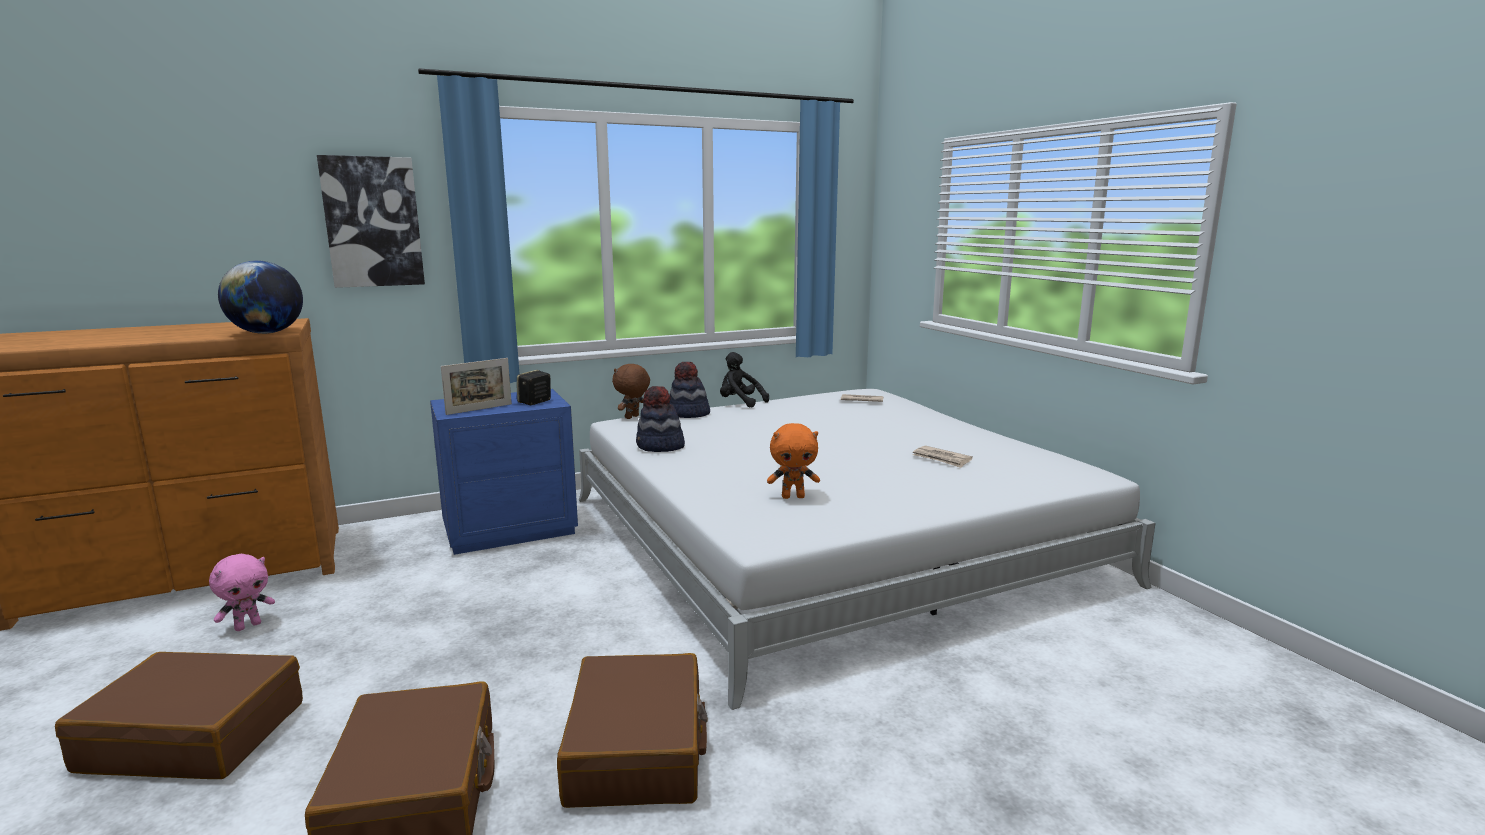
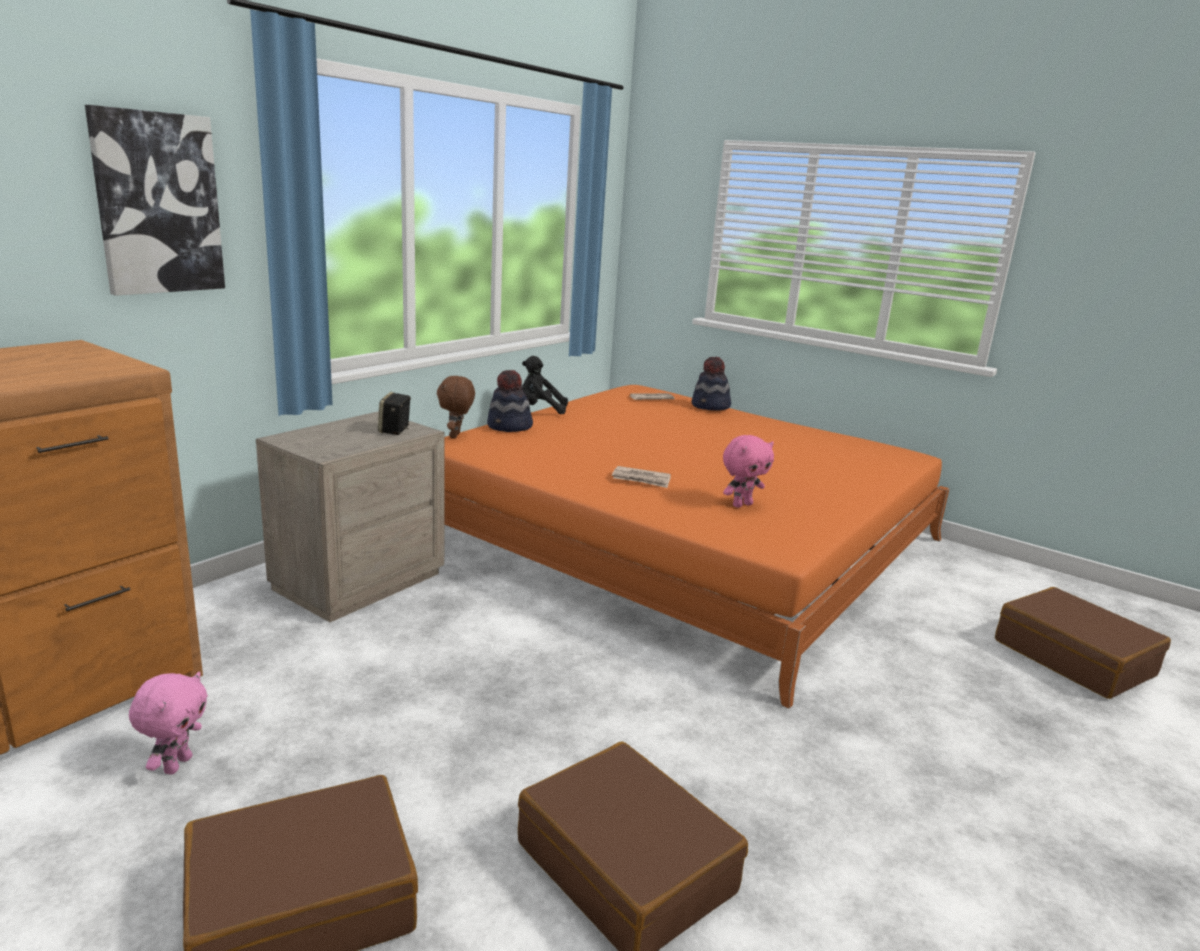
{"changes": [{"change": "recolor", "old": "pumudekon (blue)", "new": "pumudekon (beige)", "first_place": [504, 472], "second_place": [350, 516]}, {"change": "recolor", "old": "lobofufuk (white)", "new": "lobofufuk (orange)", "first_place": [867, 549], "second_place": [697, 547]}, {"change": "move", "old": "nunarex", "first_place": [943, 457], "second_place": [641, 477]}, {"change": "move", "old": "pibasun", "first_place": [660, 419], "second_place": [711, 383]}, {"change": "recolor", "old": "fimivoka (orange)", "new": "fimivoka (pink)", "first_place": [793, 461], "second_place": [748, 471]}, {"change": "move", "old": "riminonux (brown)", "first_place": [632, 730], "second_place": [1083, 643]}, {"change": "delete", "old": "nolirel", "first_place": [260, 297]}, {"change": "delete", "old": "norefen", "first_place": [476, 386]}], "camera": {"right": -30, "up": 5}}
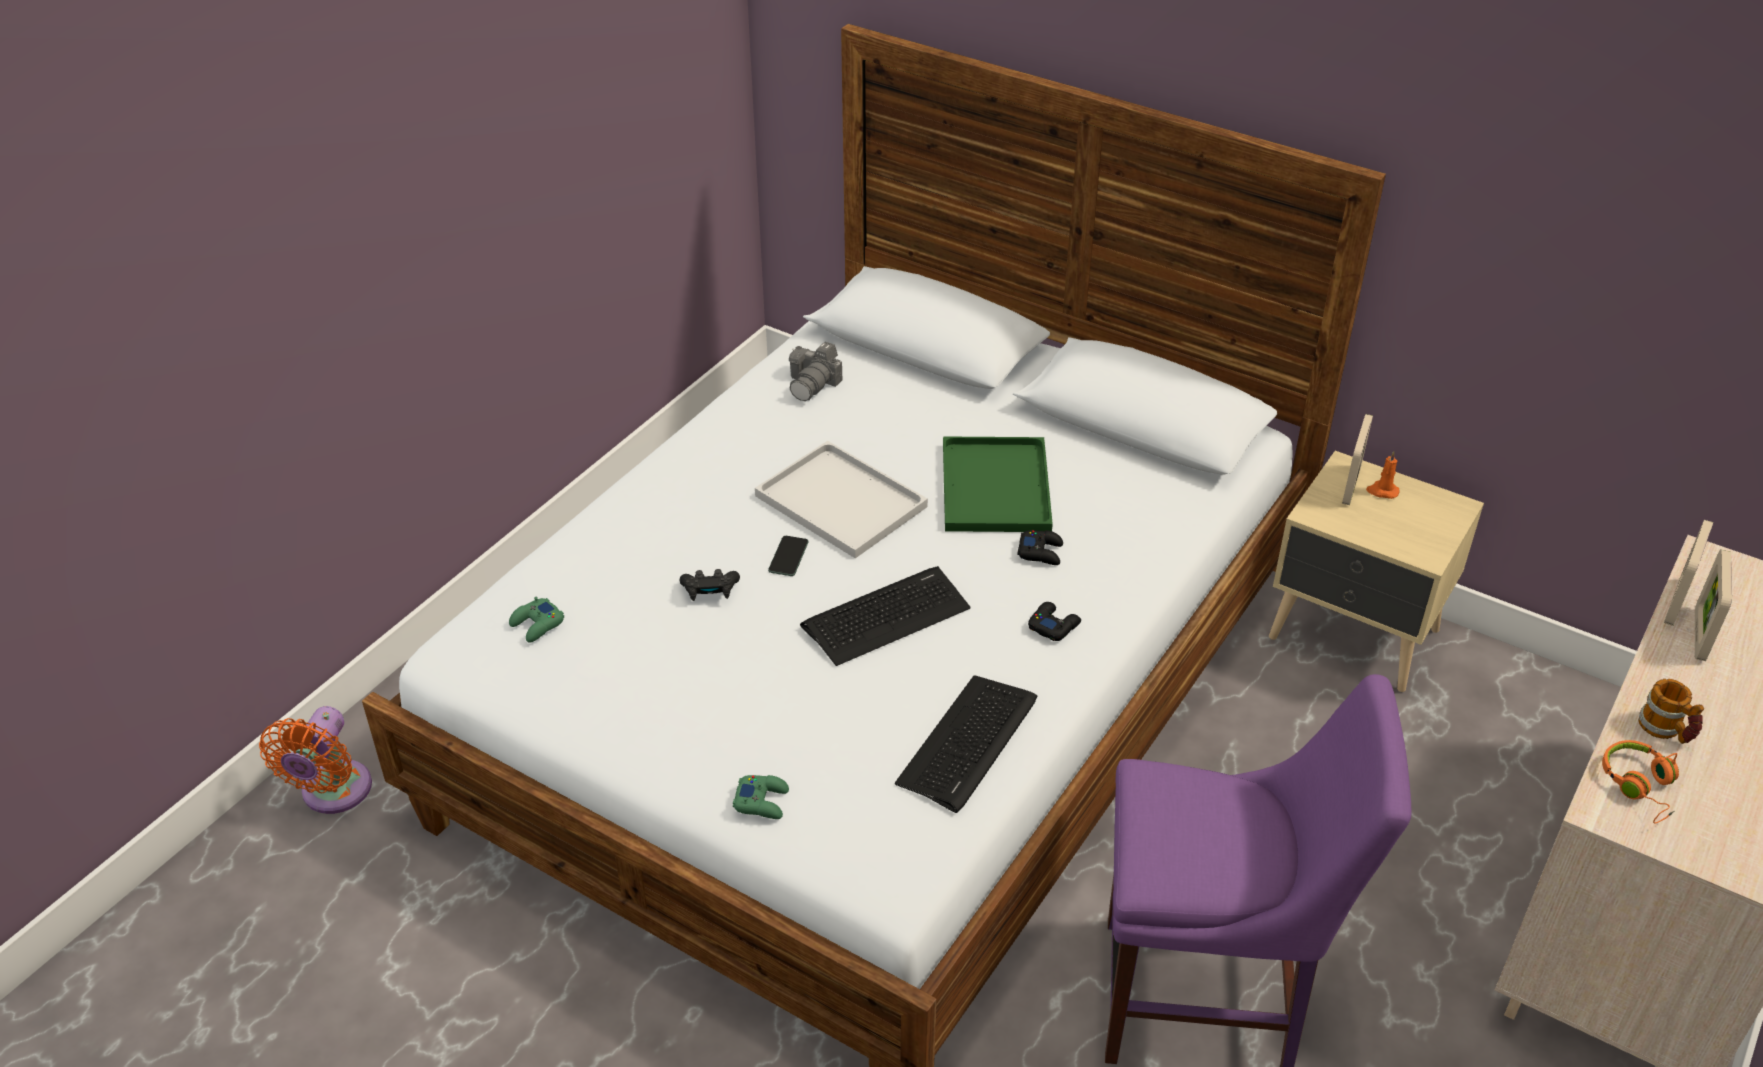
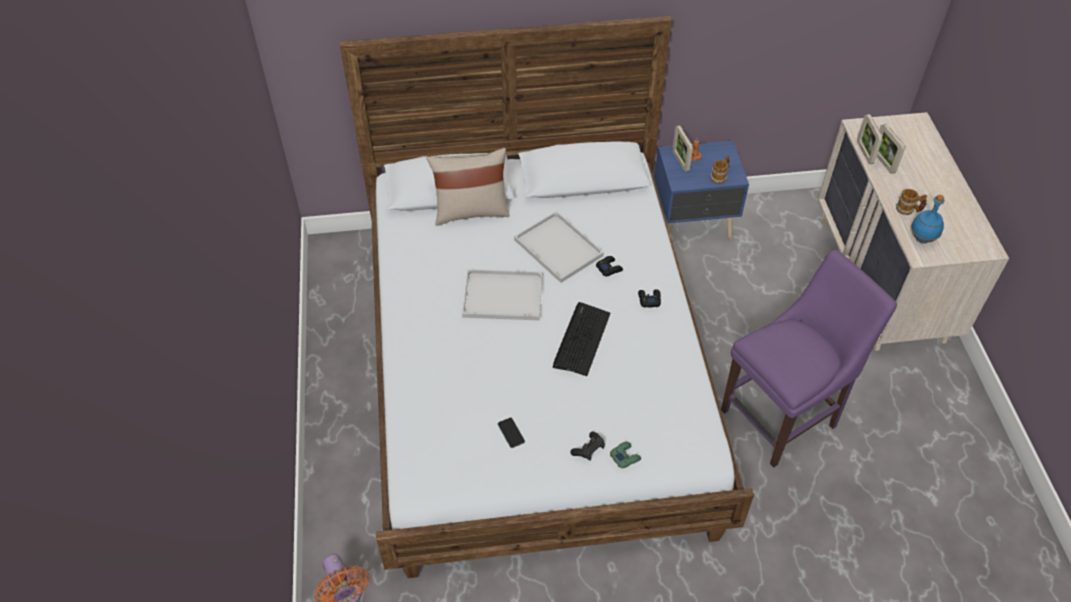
{"changes": [{"change": "insert", "new": "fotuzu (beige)", "second_place": [468, 187]}, {"change": "move", "old": "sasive", "first_place": [788, 556], "second_place": [511, 433]}, {"change": "recolor", "old": "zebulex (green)", "new": "zebulex (white)", "first_place": [998, 484], "second_place": [559, 247]}, {"change": "move", "old": "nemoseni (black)", "first_place": [709, 585], "second_place": [587, 446]}, {"change": "recolor", "old": "pumudekon (beige)", "new": "pumudekon (blue)", "first_place": [1376, 571], "second_place": [701, 190]}, {"change": "insert", "new": "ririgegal", "second_place": [719, 169]}, {"change": "replace", "old": "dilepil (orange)", "new": "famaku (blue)", "first_place": [1640, 782], "second_place": [928, 219]}, {"change": "delete", "old": "nemoseni (green)", "first_place": [536, 620]}, {"change": "delete", "old": "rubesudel", "first_place": [815, 371]}, {"change": "delete", "old": "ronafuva", "first_place": [966, 744]}], "camera": {"right": -40, "up": 10}}
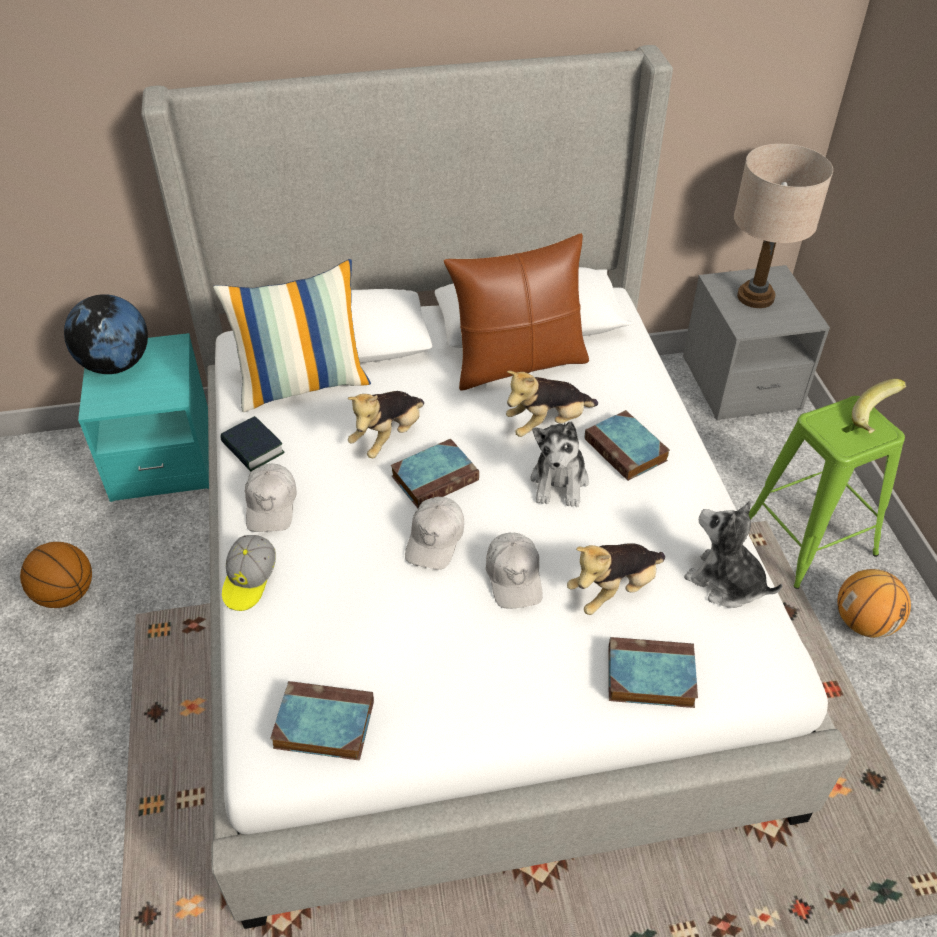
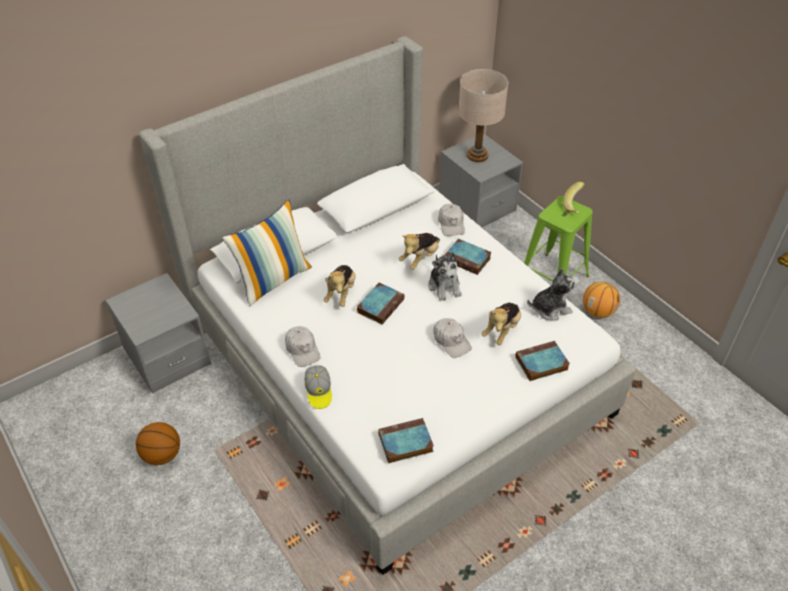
{"changes": [{"change": "recolor", "old": "pumudekon (turquoise)", "new": "pumudekon (grey)", "first_place": [143, 417], "second_place": [158, 333]}, {"change": "move", "old": "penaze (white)", "first_place": [434, 533], "second_place": [451, 220]}, {"change": "rotate", "old": "fimivoka", "first_place": [733, 554], "second_place": [553, 294], "degrees": 150}, {"change": "delete", "old": "nolirel", "first_place": [106, 334]}, {"change": "delete", "old": "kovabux", "first_place": [252, 443]}, {"change": "delete", "old": "fotuzu (brown)", "first_place": [516, 312]}], "camera": {"right": -25, "up": 0}}
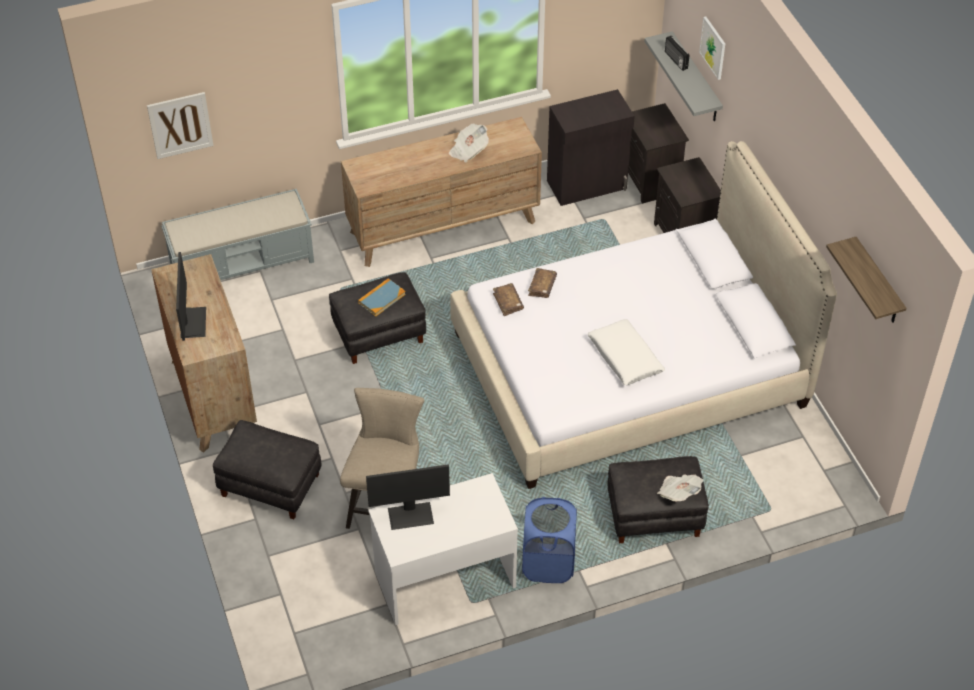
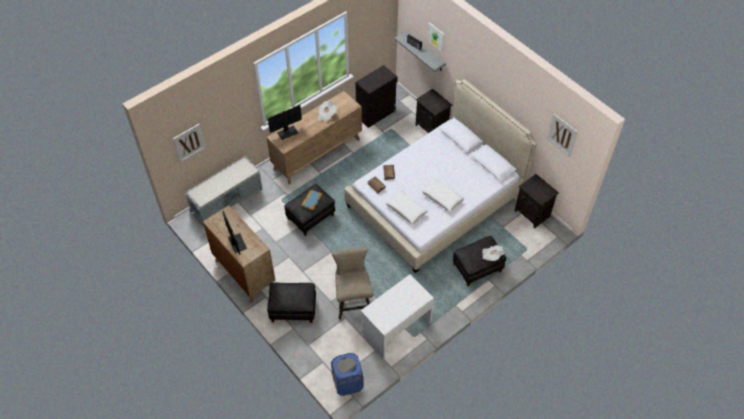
{"changes": [{"change": "move", "old": "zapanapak", "first_place": [408, 497], "second_place": [285, 122]}, {"change": "move", "old": "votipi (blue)", "first_place": [549, 540], "second_place": [347, 374]}, {"change": "insert", "new": "fotuzu (white)", "second_place": [406, 207]}, {"change": "move", "old": "pumudekon (black)", "first_place": [658, 153], "second_place": [536, 201]}, {"change": "replace", "old": "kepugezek", "new": "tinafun", "first_place": [866, 280], "second_place": [562, 135]}], "camera": {"right": -20, "up": 5}}
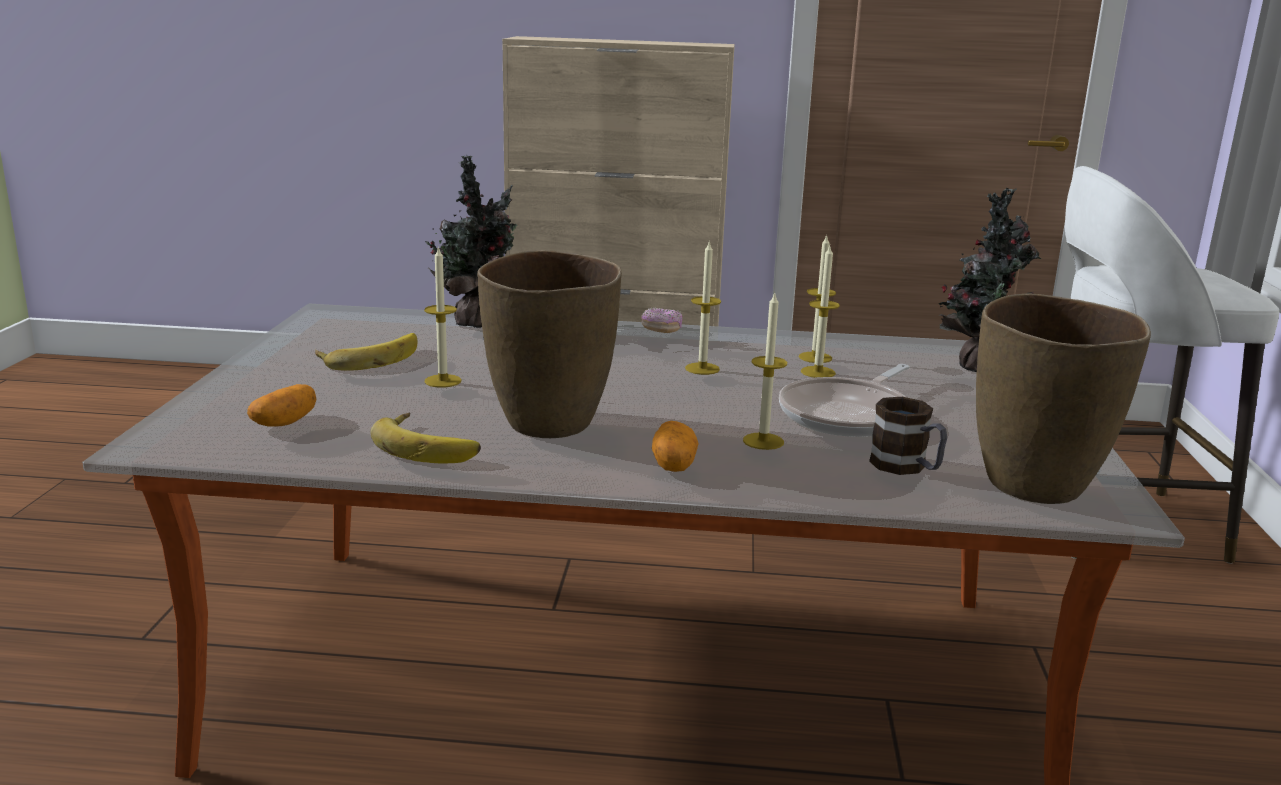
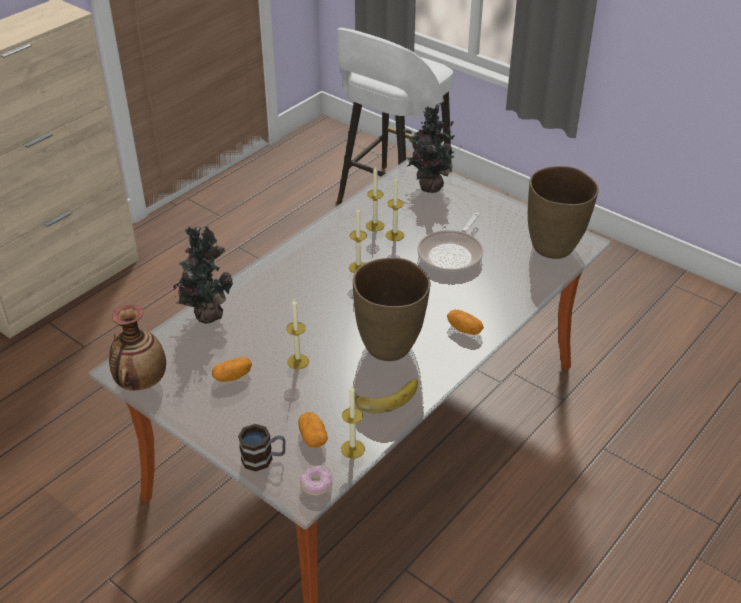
{"changes": [{"change": "insert", "new": "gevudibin", "second_place": [137, 347]}, {"change": "replace", "old": "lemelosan", "new": "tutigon", "first_place": [366, 352], "second_place": [232, 369]}, {"change": "move", "old": "ririgegal", "first_place": [908, 436], "second_place": [261, 447]}, {"change": "move", "old": "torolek", "first_place": [661, 320], "second_place": [316, 480]}, {"change": "move", "old": "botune", "first_place": [765, 371], "second_place": [353, 422]}, {"change": "rotate", "old": "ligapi", "first_place": [844, 400], "second_place": [450, 243], "degrees": 45}], "camera": {"right": -55, "up": 20}}
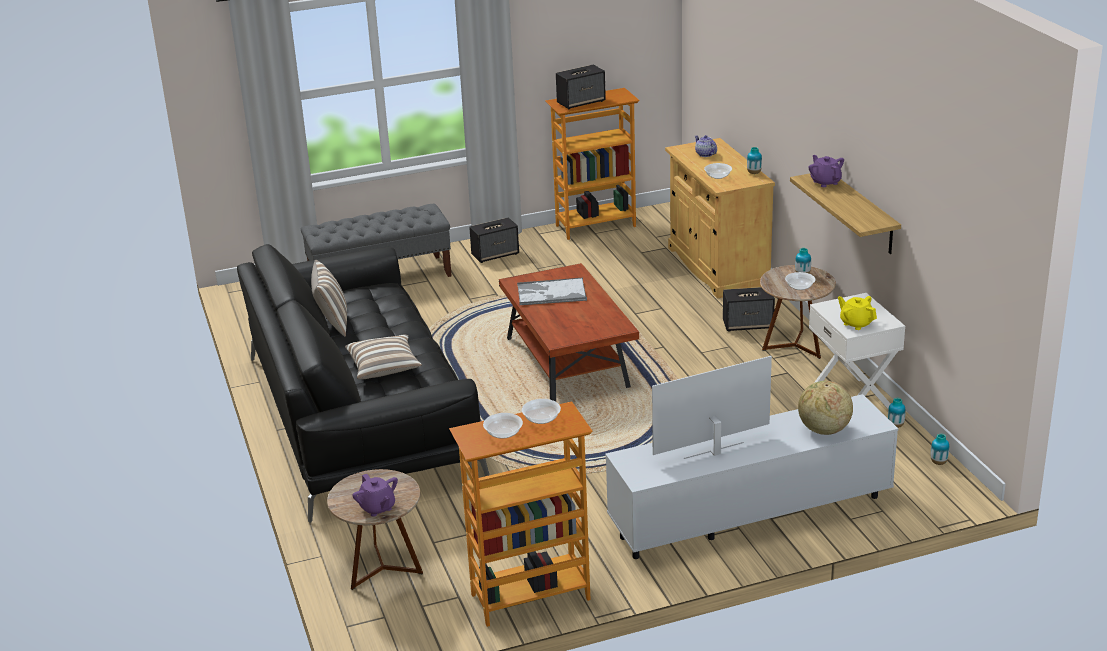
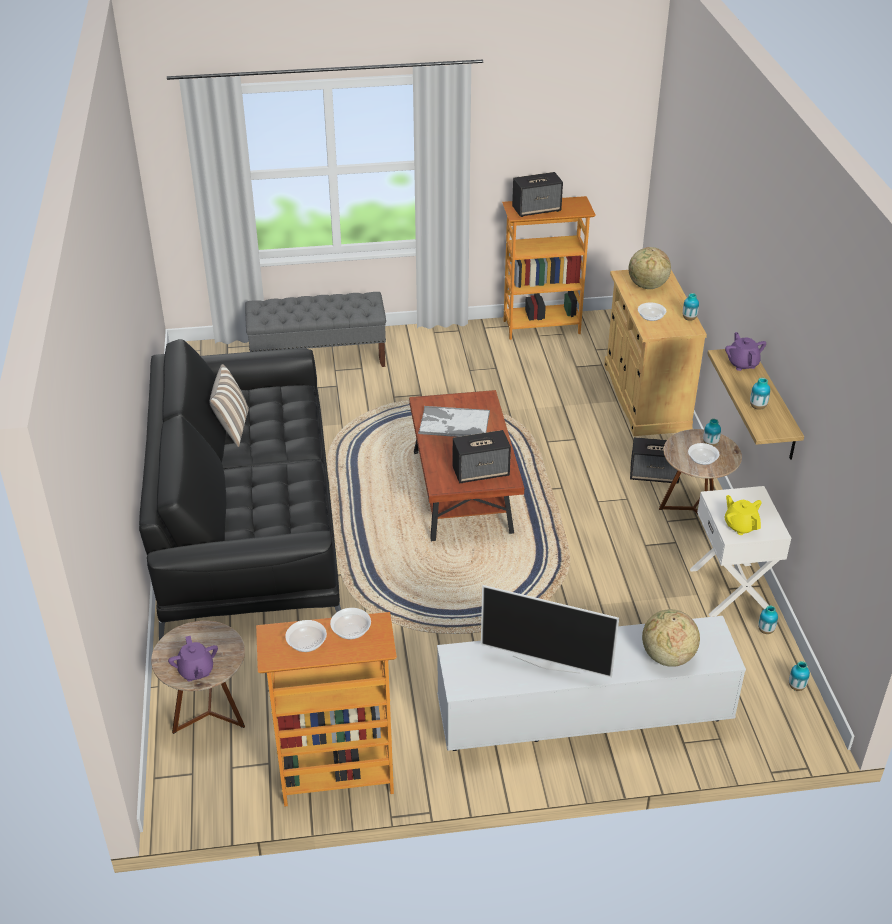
{"changes": [{"change": "move", "old": "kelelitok", "first_place": [494, 240], "second_place": [482, 456]}, {"change": "rotate", "old": "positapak", "first_place": [712, 407], "second_place": [550, 631], "degrees": -150}, {"change": "replace", "old": "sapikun", "new": "nolirel", "first_place": [706, 146], "second_place": [649, 268]}, {"change": "insert", "new": "gevudibin", "second_place": [760, 394]}, {"change": "delete", "old": "fotuzu", "first_place": [383, 357]}], "camera": {"right": 10, "up": 10}}
